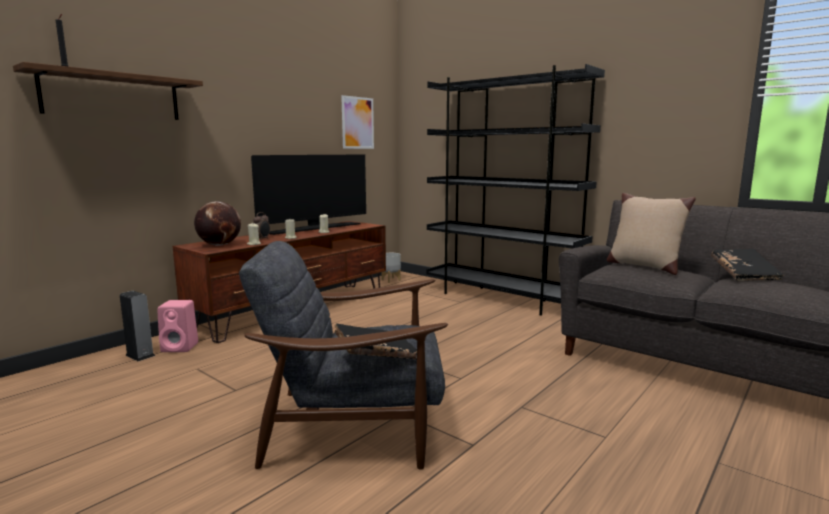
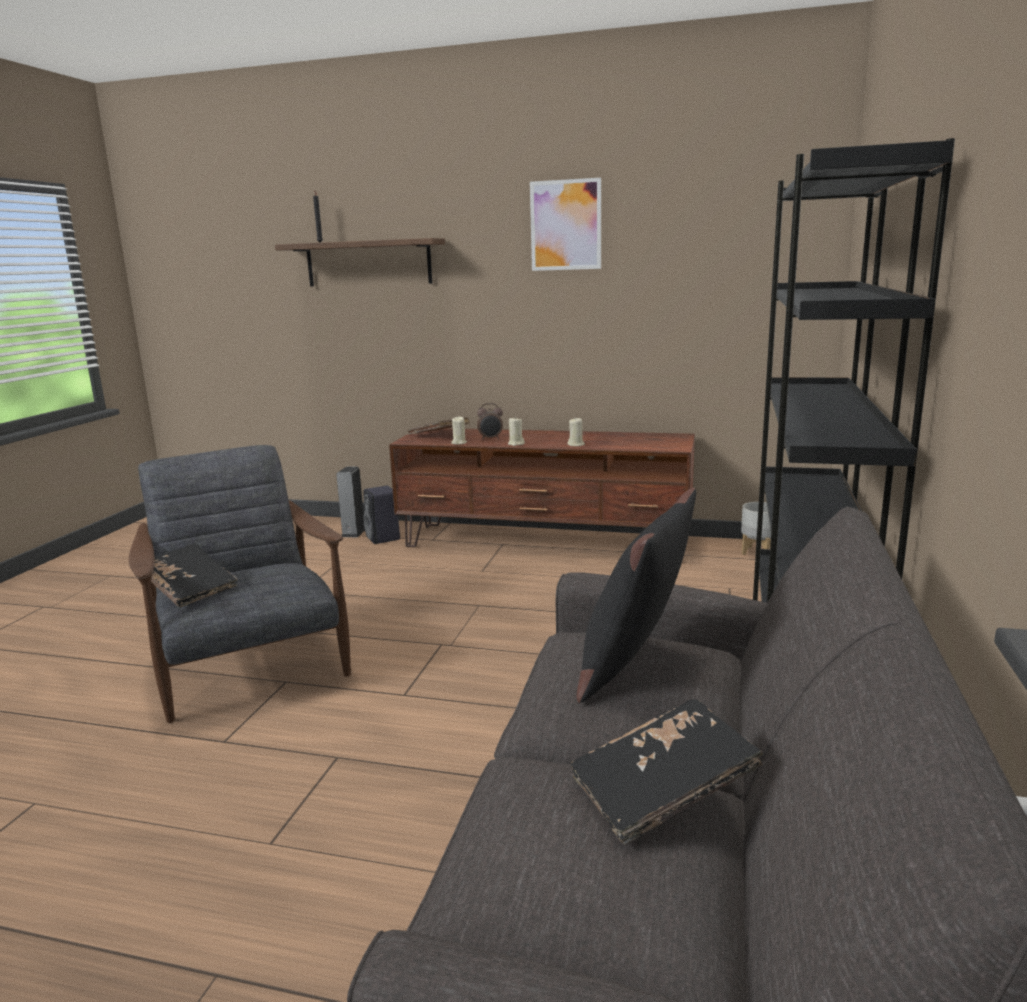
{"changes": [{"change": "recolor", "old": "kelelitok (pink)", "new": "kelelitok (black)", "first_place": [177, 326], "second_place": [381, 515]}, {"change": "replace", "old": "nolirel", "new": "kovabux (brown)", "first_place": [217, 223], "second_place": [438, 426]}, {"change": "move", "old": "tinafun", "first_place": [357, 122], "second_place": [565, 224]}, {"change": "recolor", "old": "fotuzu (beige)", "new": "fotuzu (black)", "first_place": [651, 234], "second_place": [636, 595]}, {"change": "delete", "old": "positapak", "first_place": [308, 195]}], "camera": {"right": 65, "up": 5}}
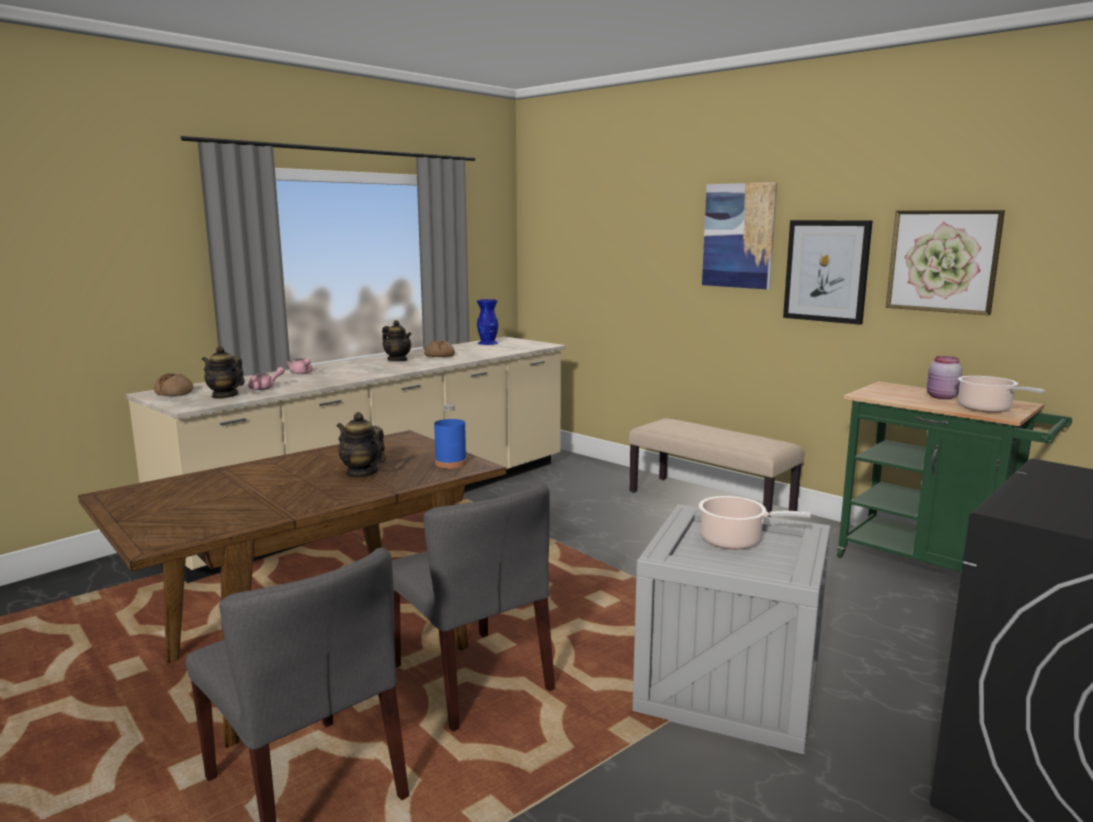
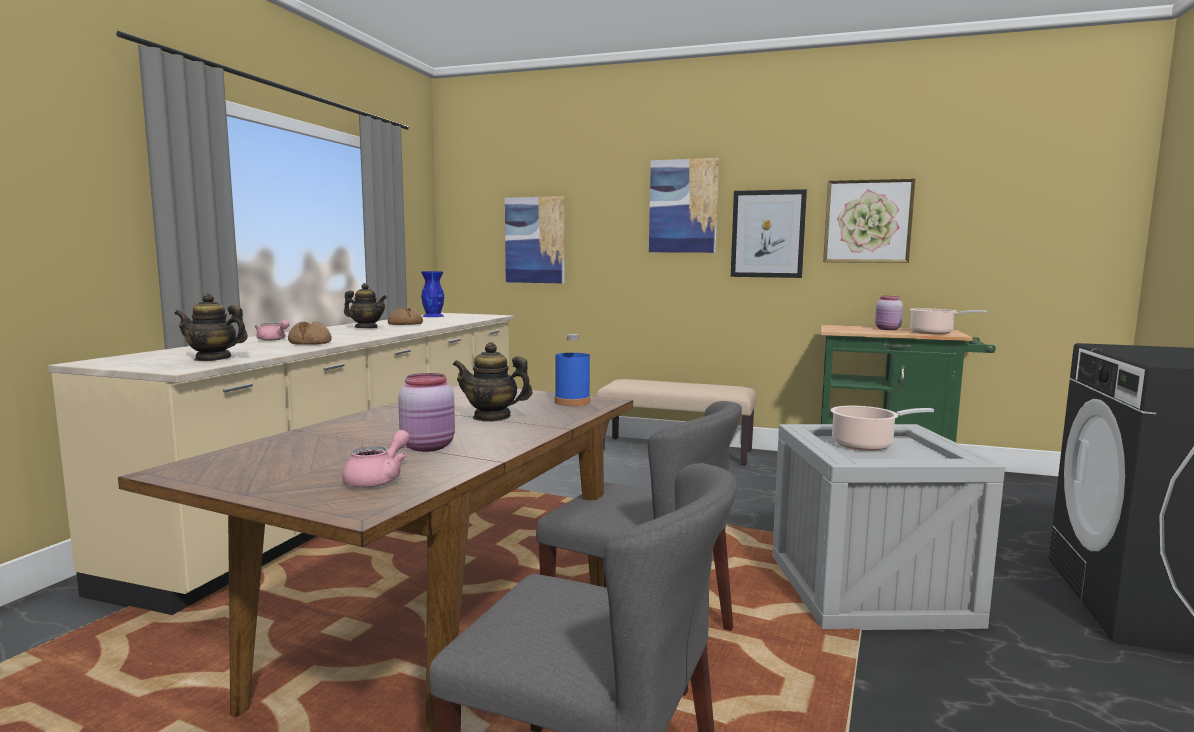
{"changes": [{"change": "move", "old": "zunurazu", "first_place": [174, 384], "second_place": [310, 333]}, {"change": "move", "old": "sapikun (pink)", "first_place": [266, 378], "second_place": [376, 458]}, {"change": "insert", "new": "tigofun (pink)", "second_place": [426, 412]}, {"change": "insert", "new": "tinafun", "second_place": [535, 240]}], "camera": {"right": -25, "up": -5}}
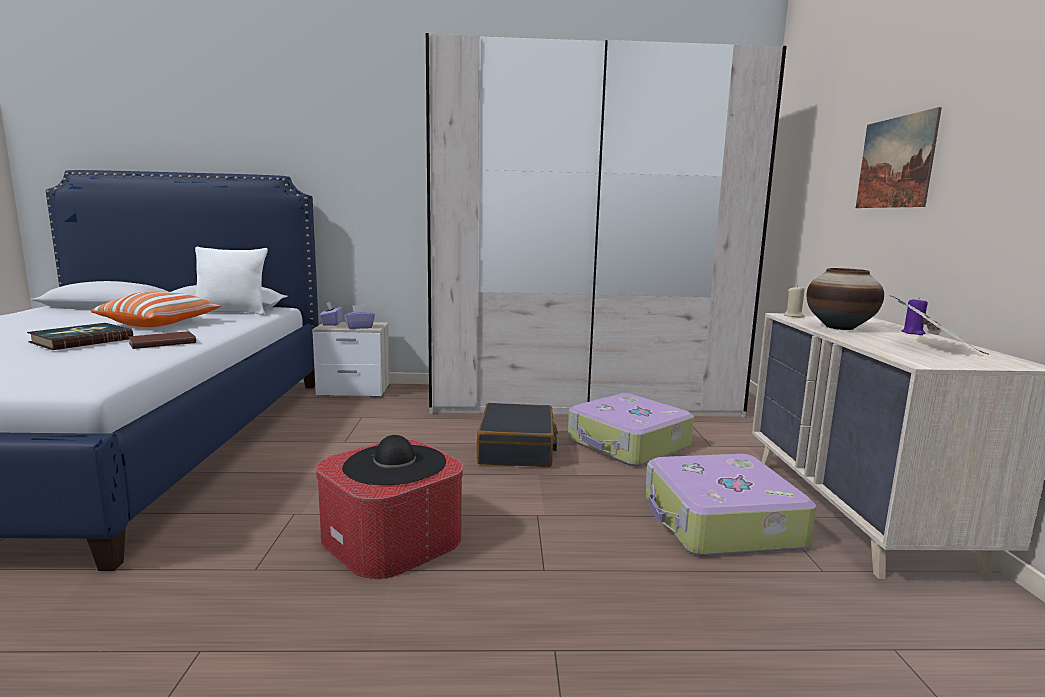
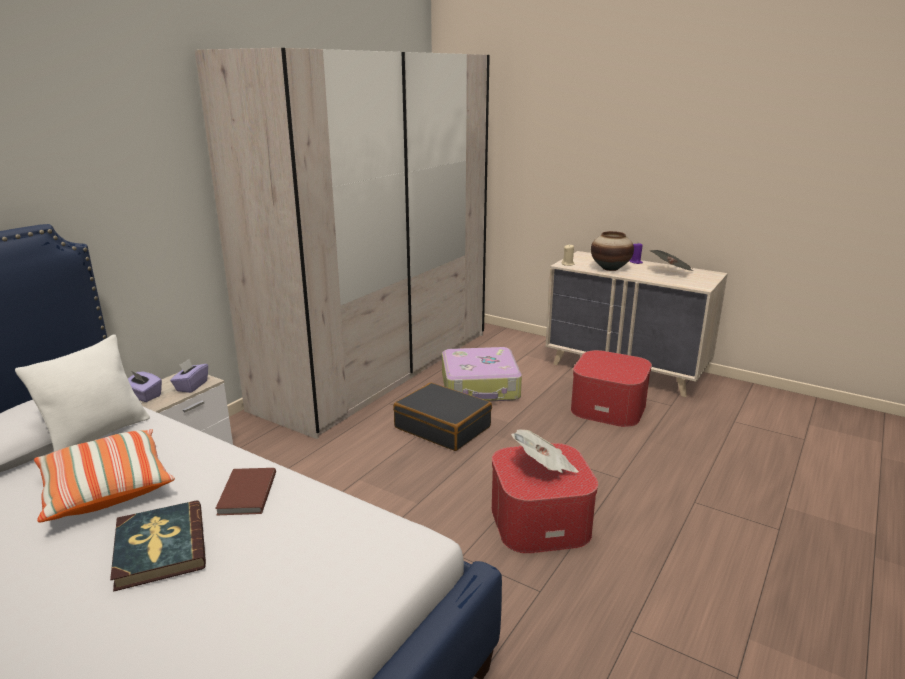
{"changes": [{"change": "replace", "old": "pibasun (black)", "new": "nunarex", "first_place": [394, 460], "second_place": [545, 451]}, {"change": "replace", "old": "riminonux", "new": "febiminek", "first_place": [731, 505], "second_place": [611, 388]}, {"change": "delete", "old": "tinafun", "first_place": [899, 157]}], "camera": {"right": -55, "up": 10}}
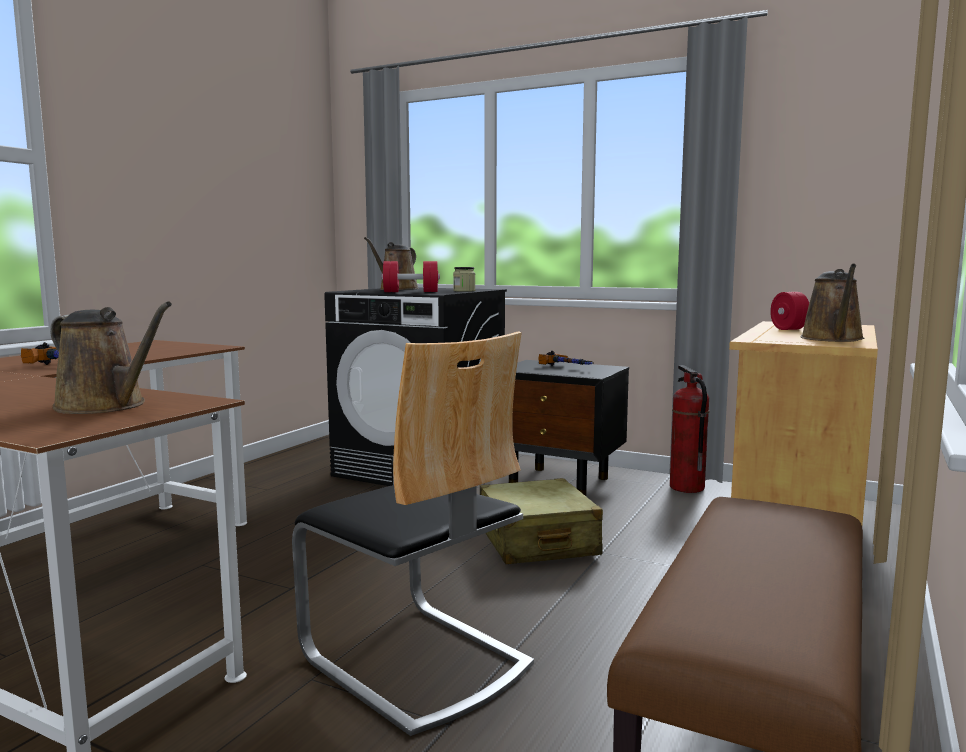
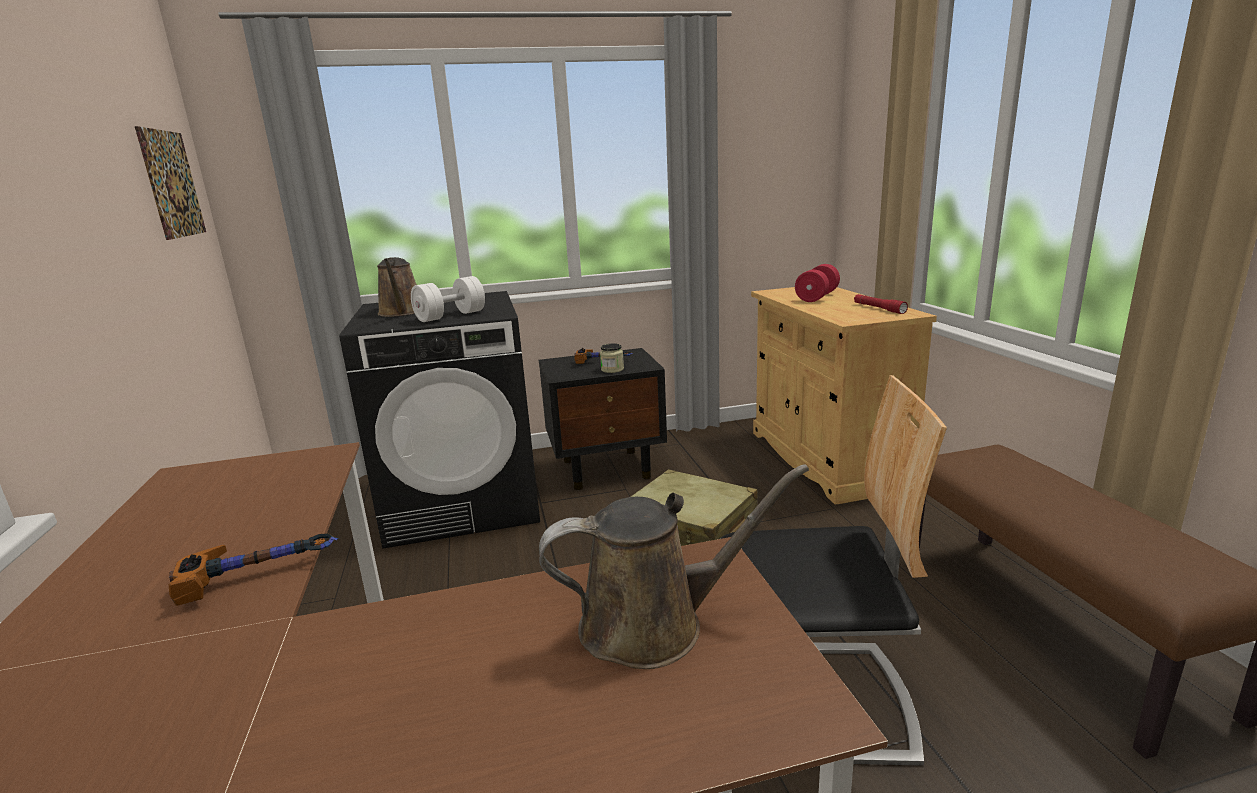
{"changes": [{"change": "insert", "new": "tinafun", "second_place": [170, 183]}, {"change": "recolor", "old": "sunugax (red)", "new": "sunugax (white)", "first_place": [411, 276], "second_place": [448, 299]}, {"change": "move", "old": "tigofun", "first_place": [464, 279], "second_place": [612, 358]}, {"change": "replace", "old": "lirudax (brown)", "new": "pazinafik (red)", "first_place": [832, 302], "second_place": [881, 304]}, {"change": "delete", "old": "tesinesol", "first_place": [689, 429]}], "camera": {"right": -40, "up": 10}}
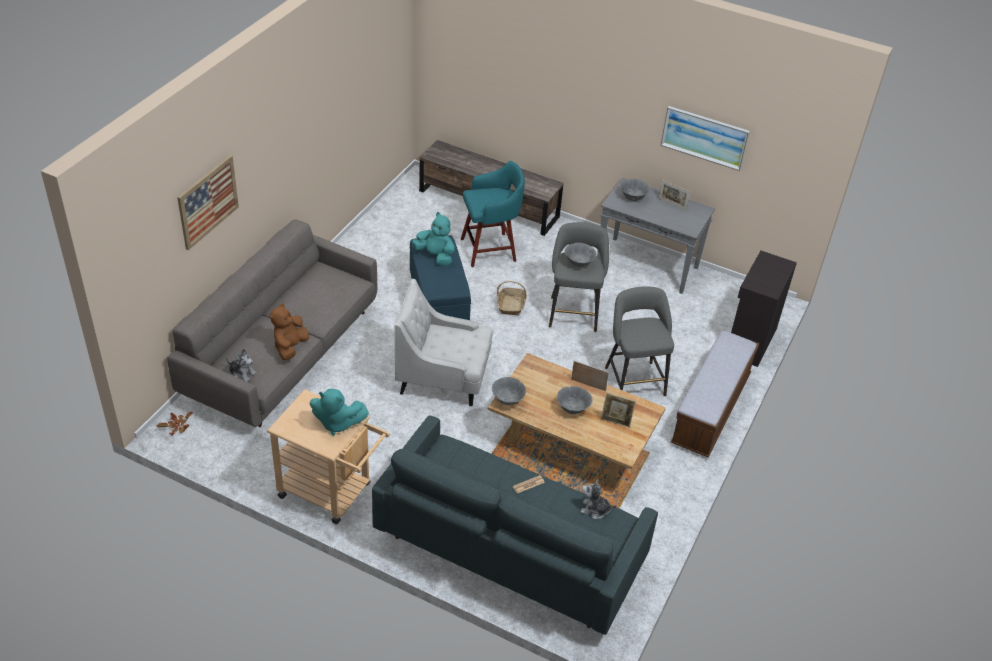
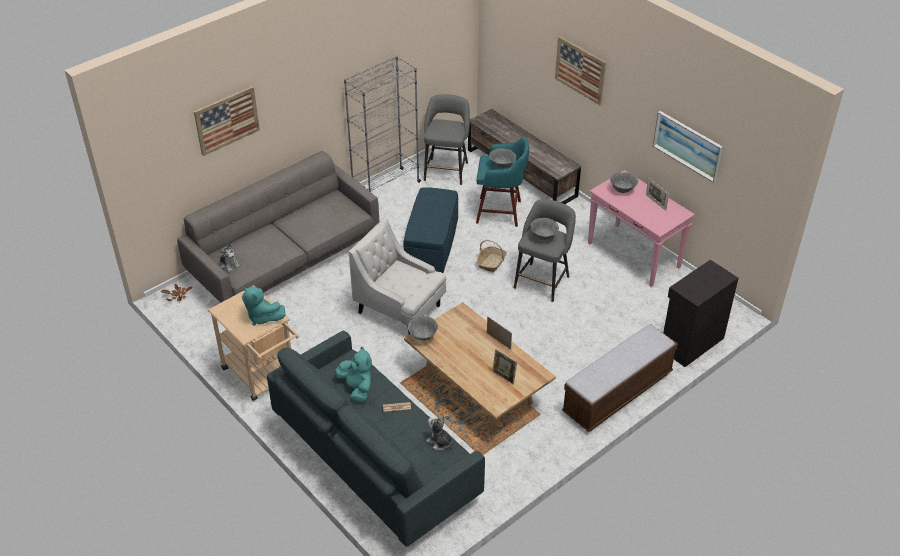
{"changes": [{"change": "move", "old": "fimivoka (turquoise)", "first_place": [433, 239], "second_place": [353, 374]}, {"change": "insert", "new": "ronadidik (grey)", "second_place": [382, 124]}, {"change": "move", "old": "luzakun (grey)", "first_place": [639, 341], "second_place": [447, 139]}, {"change": "move", "old": "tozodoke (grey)", "first_place": [574, 400], "second_place": [502, 158]}, {"change": "insert", "new": "tinafun", "second_place": [580, 70]}, {"change": "recolor", "old": "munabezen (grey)", "new": "munabezen (pink)", "first_place": [656, 236], "second_place": [641, 228]}, {"change": "delete", "old": "fimivoka (brown)", "first_place": [289, 331]}], "camera": {"right": 25, "up": 0}}
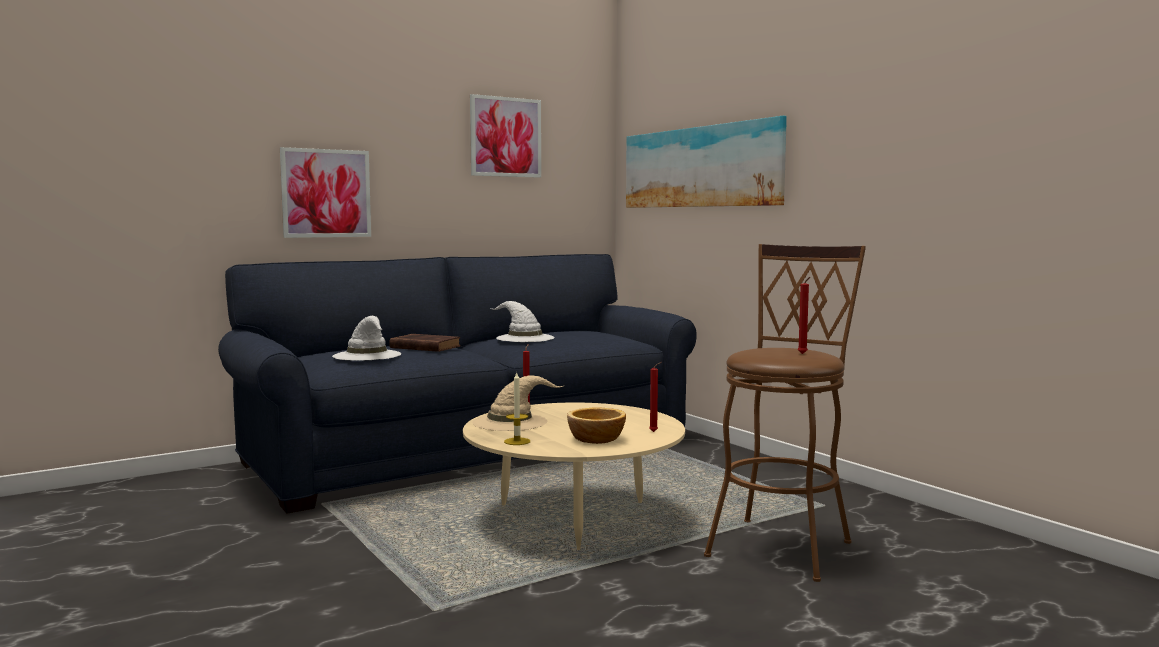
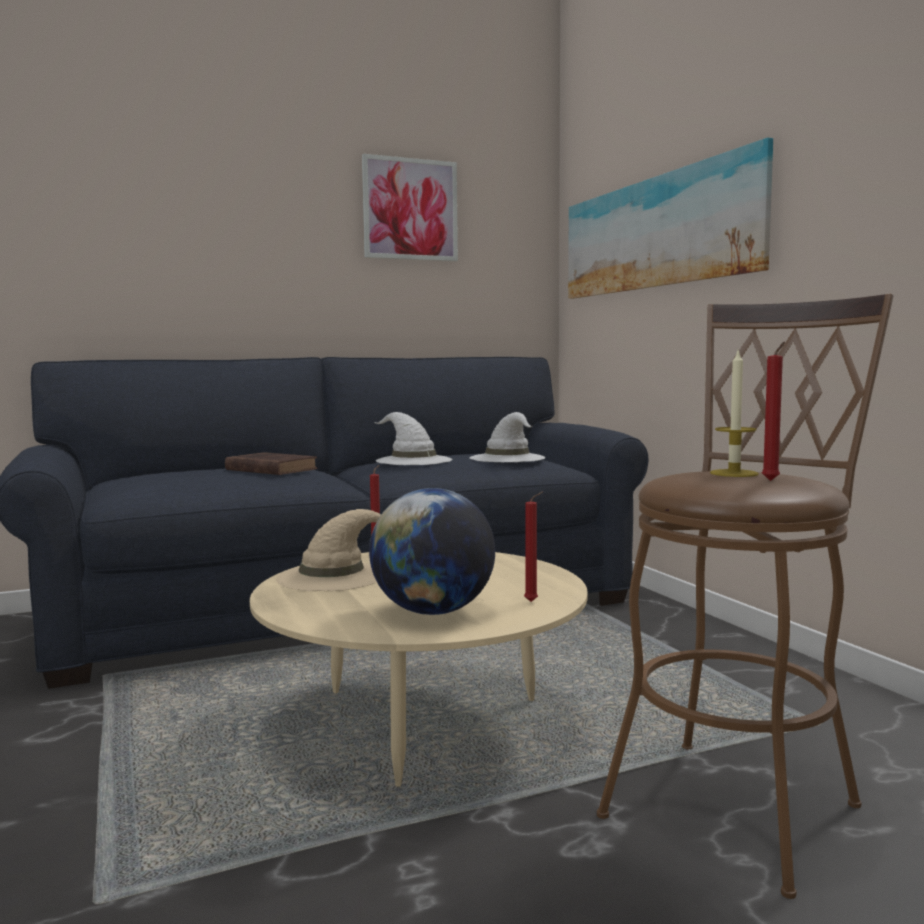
{"changes": [{"change": "replace", "old": "tozodoke", "new": "nolirel", "first_place": [596, 425], "second_place": [432, 551]}, {"change": "move", "old": "pibasun (white)", "first_place": [366, 338], "second_place": [507, 437]}, {"change": "move", "old": "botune", "first_place": [517, 408], "second_place": [734, 414]}, {"change": "delete", "old": "tinafun", "first_place": [325, 192]}], "camera": {"right": 10, "up": 0}}
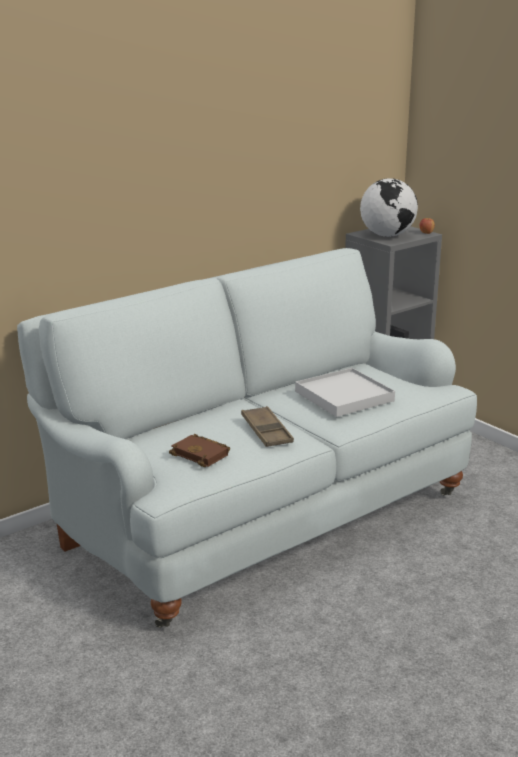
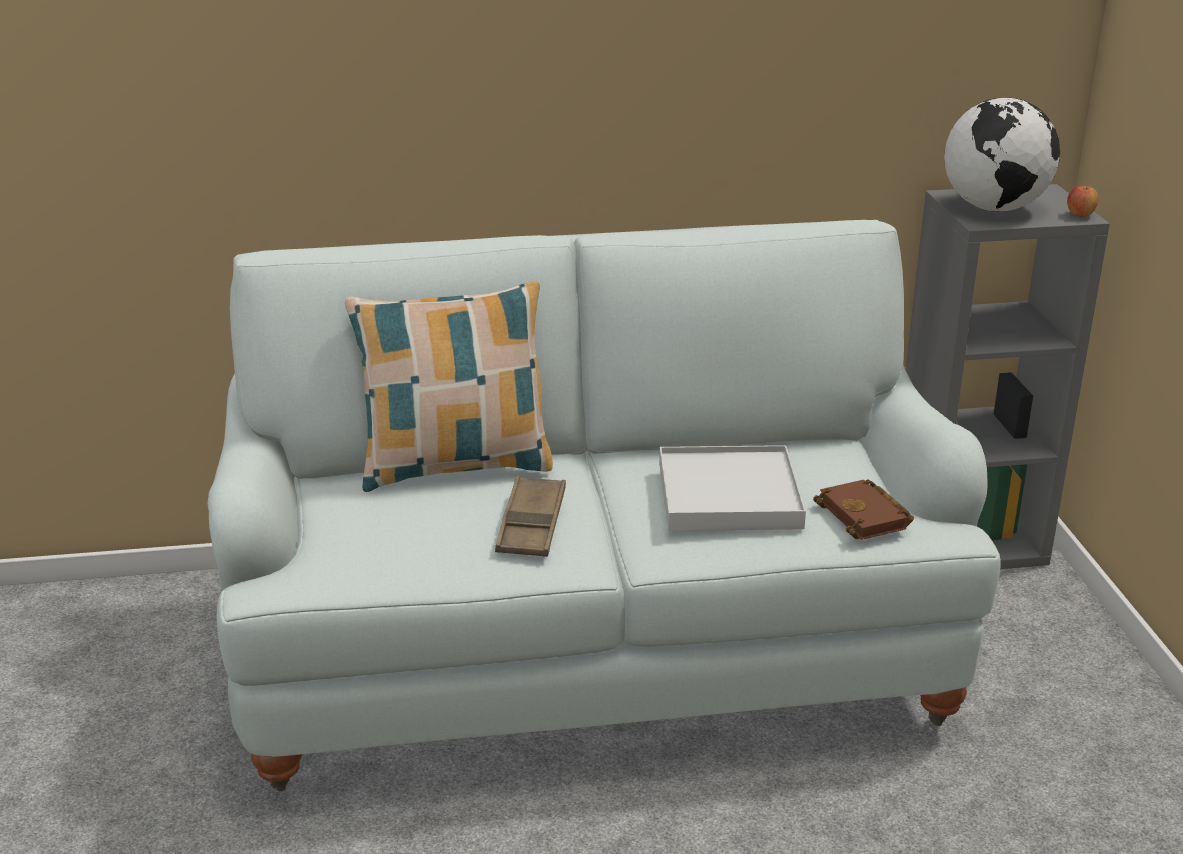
{"changes": [{"change": "insert", "new": "fotuzu", "second_place": [449, 387]}, {"change": "move", "old": "kovabux (brown)", "first_place": [199, 450], "second_place": [863, 509]}], "camera": {"right": 30, "up": 5}}
